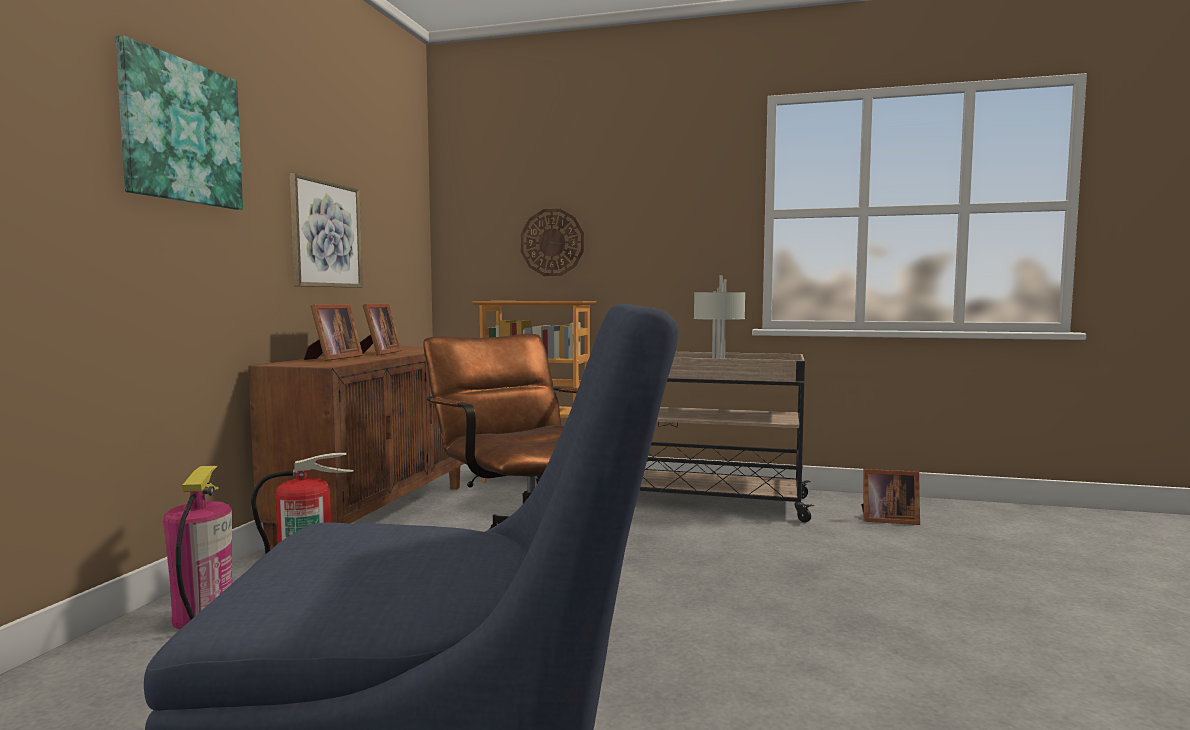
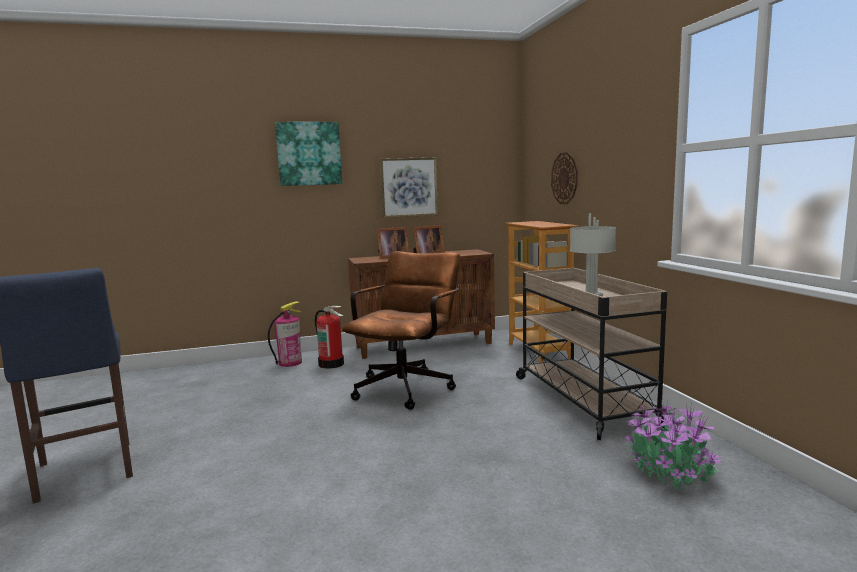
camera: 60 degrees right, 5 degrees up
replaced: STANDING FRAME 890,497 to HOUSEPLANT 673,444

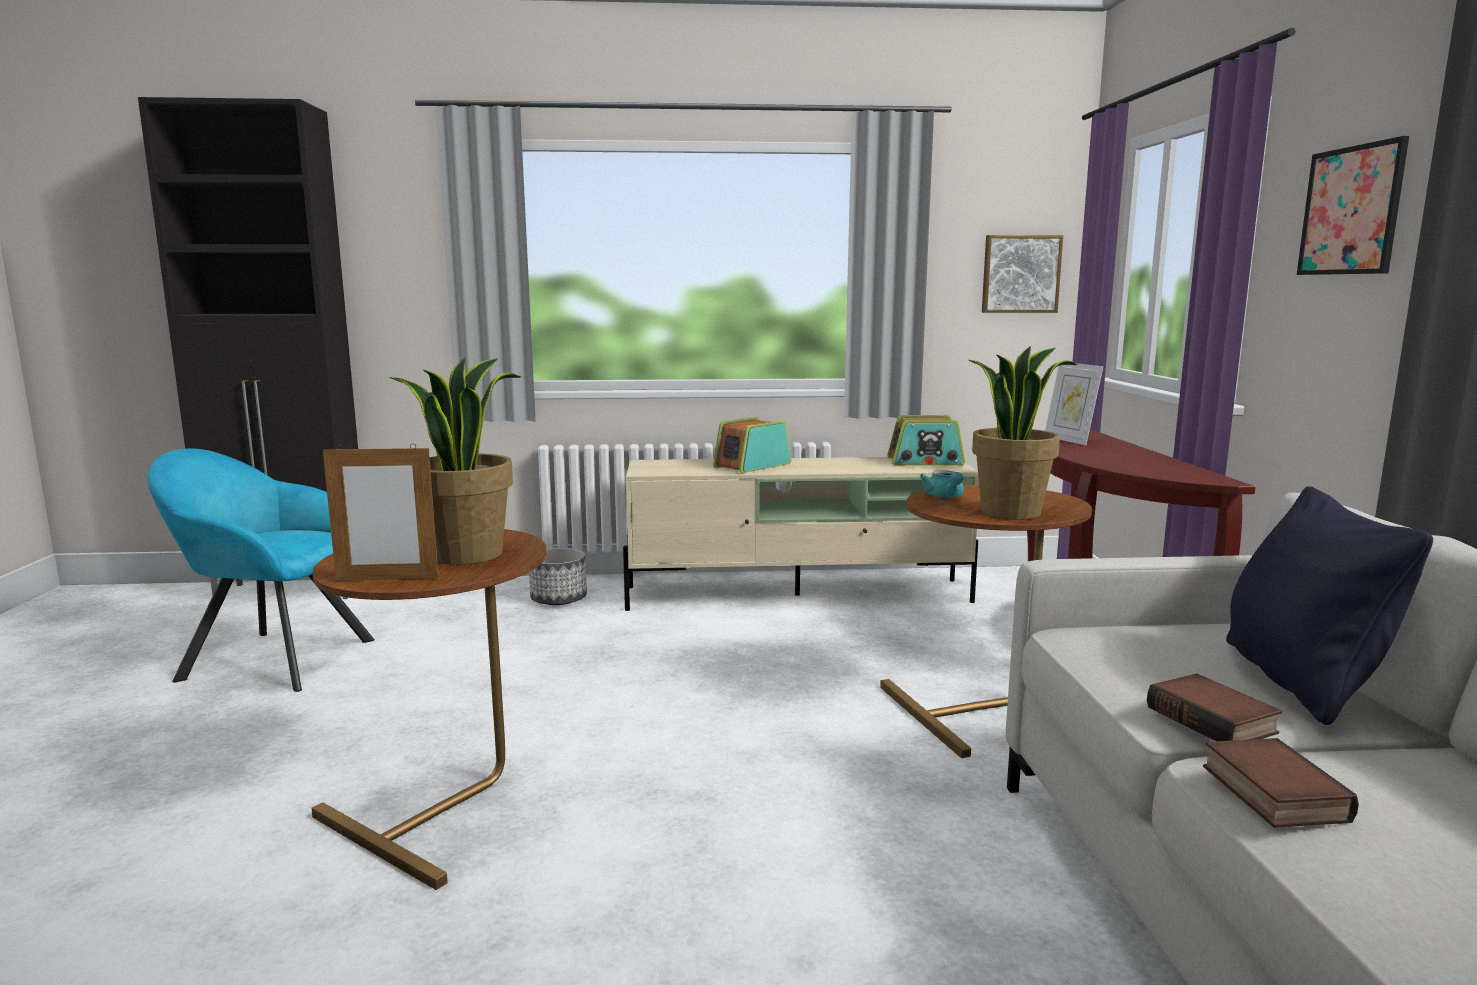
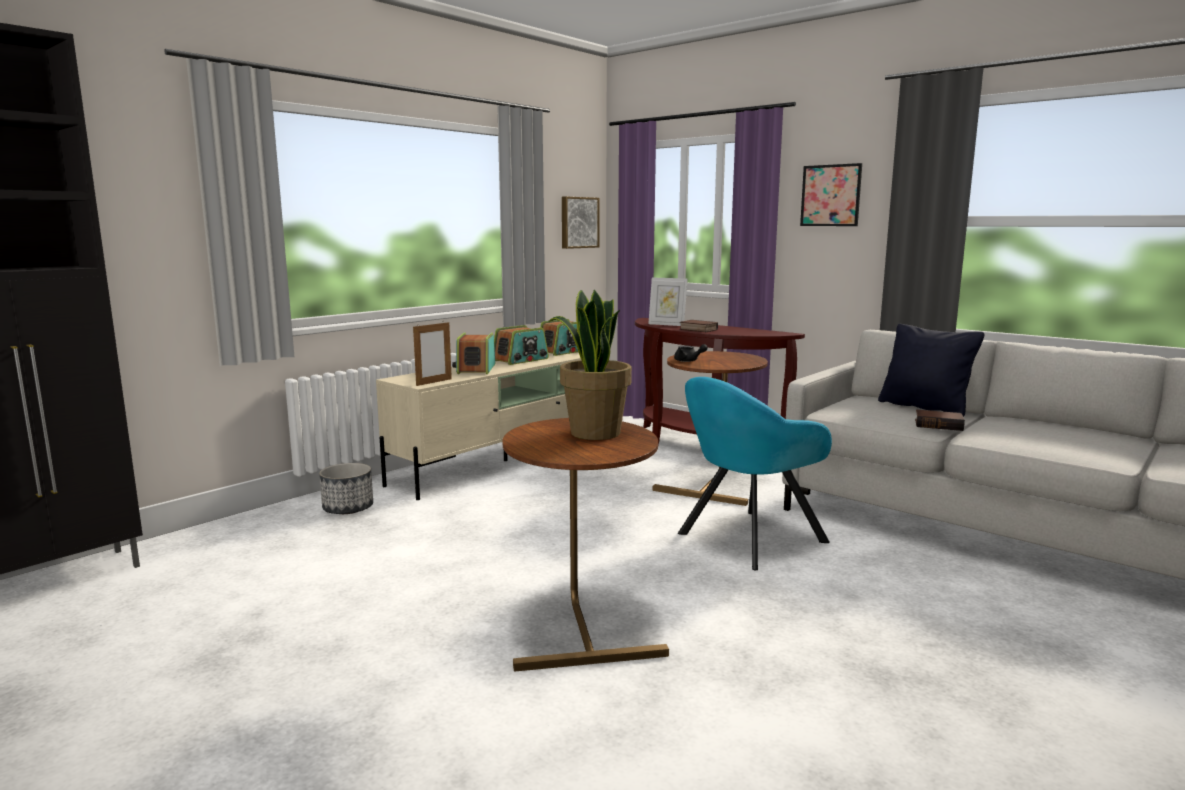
camera: 45 degrees left, 0 degrees up
removed: HOUSEPLANT 1023,432
added: RADIO RECEIVER 521,345
moved: STANDING FRAME 381,513 to 432,354; TURQUOISE-COLOURED LOUNGE CHAIR 261,570 to 755,474; BOUND BOOK 1281,783 to 699,326
recoloured: TURQUOISE-COLOURED TEA POT 942,484 to BLACK-COLOURED TEA POT 691,353

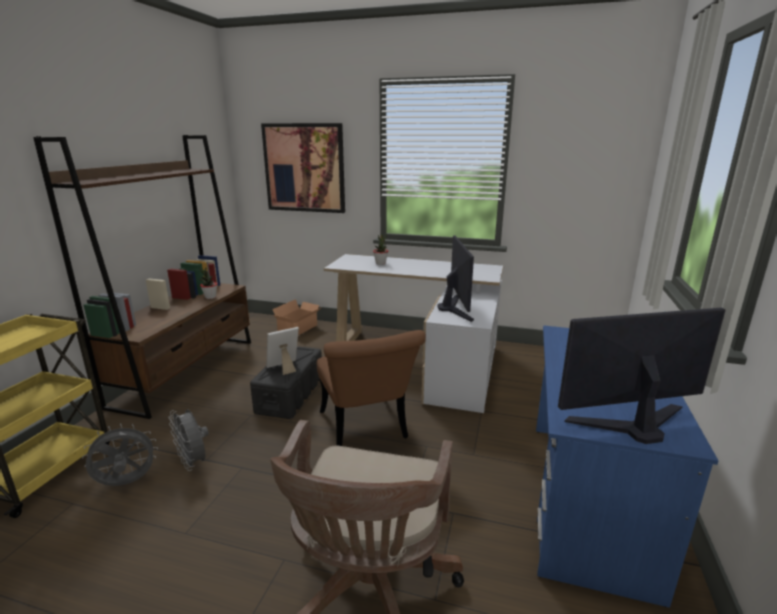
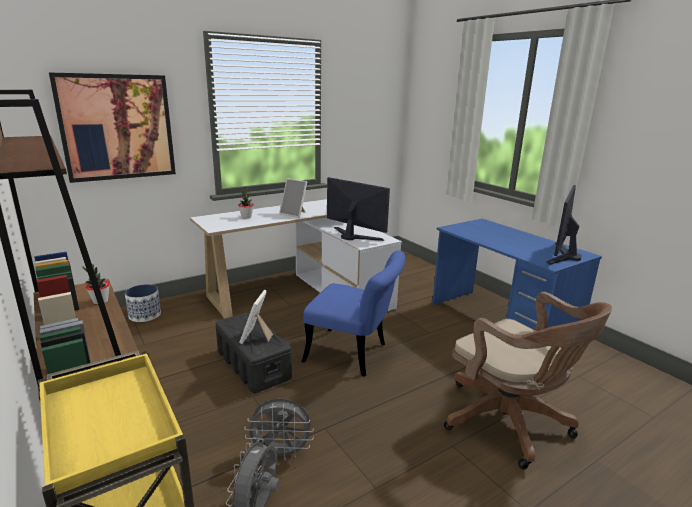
camera: 50 degrees left, 0 degrees up
added: STANDING FRAME 293,198
replaced: PACKING BOX 297,317 to PLANTER 143,303
recoloured: BROWNISH PLAIN CHAIR 371,388 to BLUISH PLAIN CHAIR 353,314

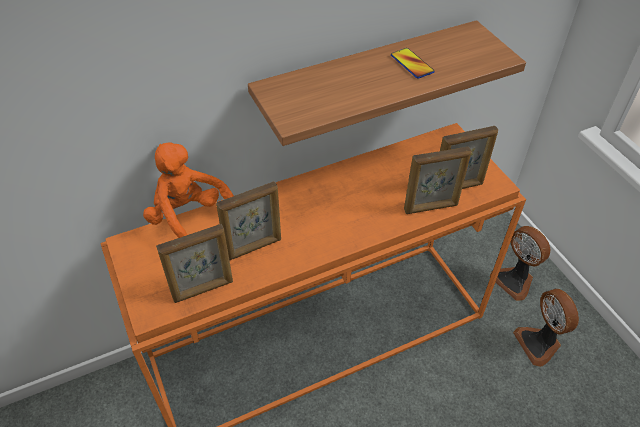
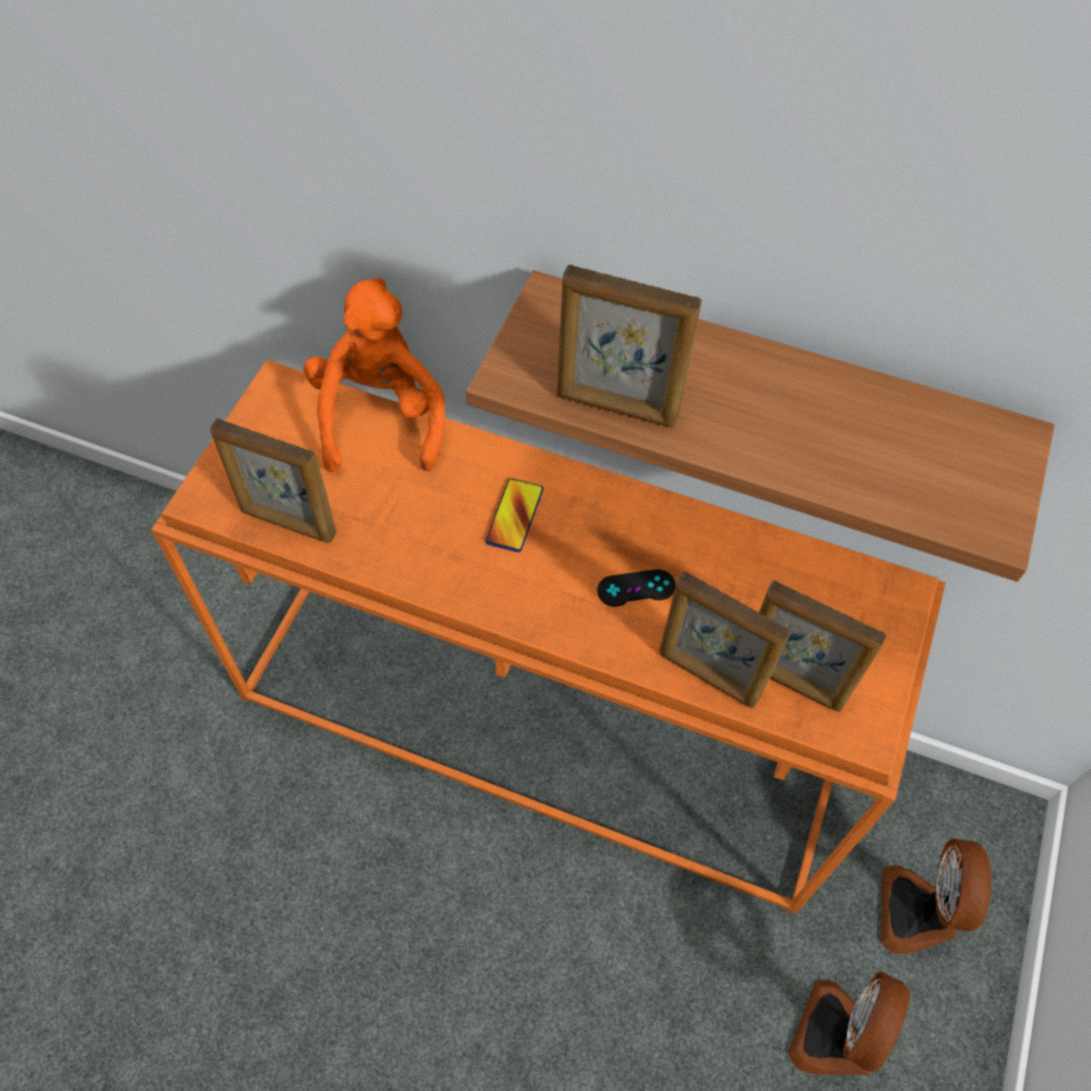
camera: 45 degrees right, 10 degrees up
added: BLACK-COLOURED GAMEPAD 636,588
moved: PHONE 413,63 to 514,515; STANDING FRAME 248,220 to 629,346

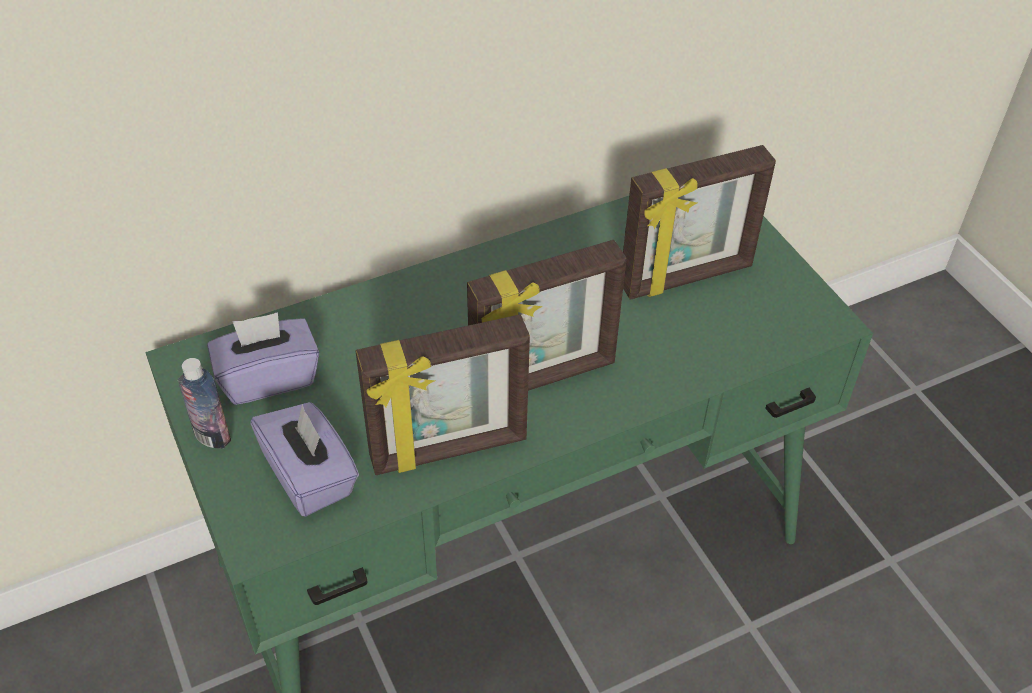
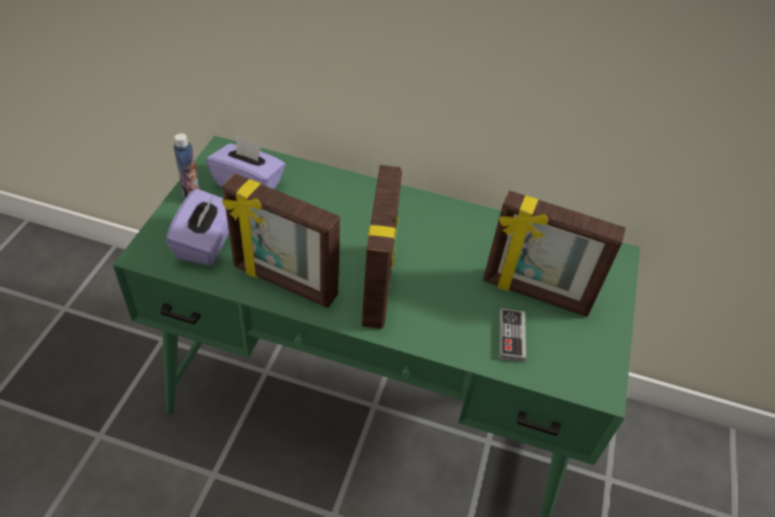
camera: 40 degrees right, 0 degrees up
added: GAMEPAD 512,335
turned: STANDING FRAME 547,315 = 381,247 105 degrees counterclockwise

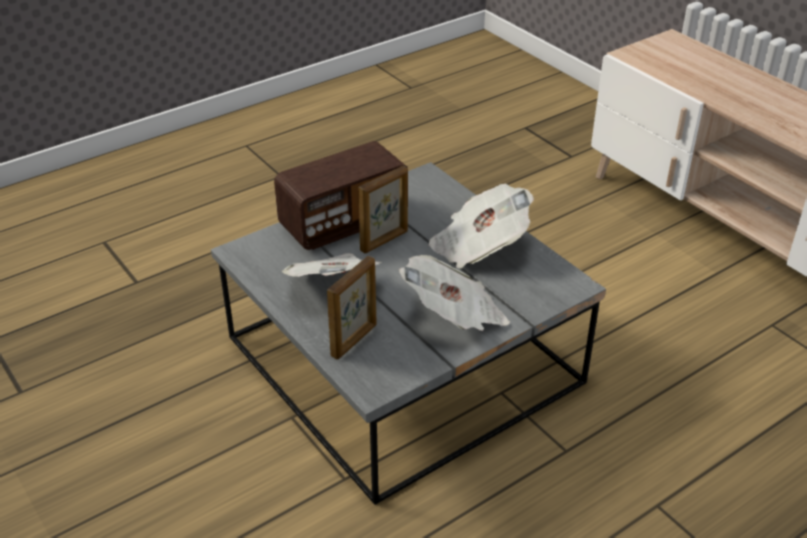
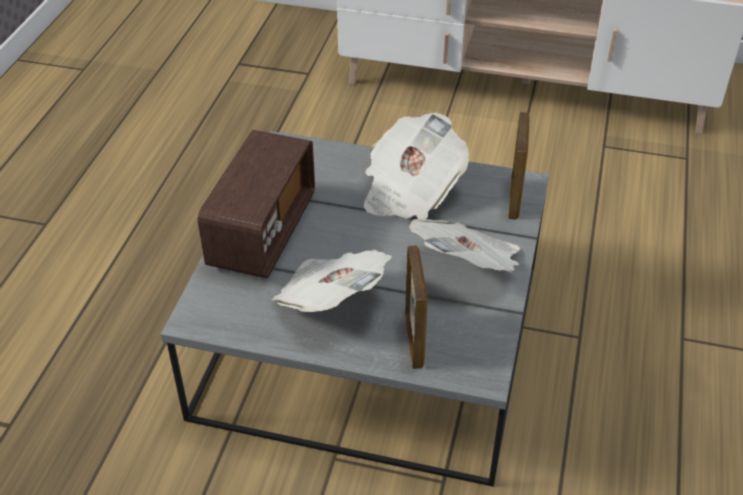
camera: 40 degrees left, 5 degrees up
moved: STANDING FRAME 383,210 to 519,166

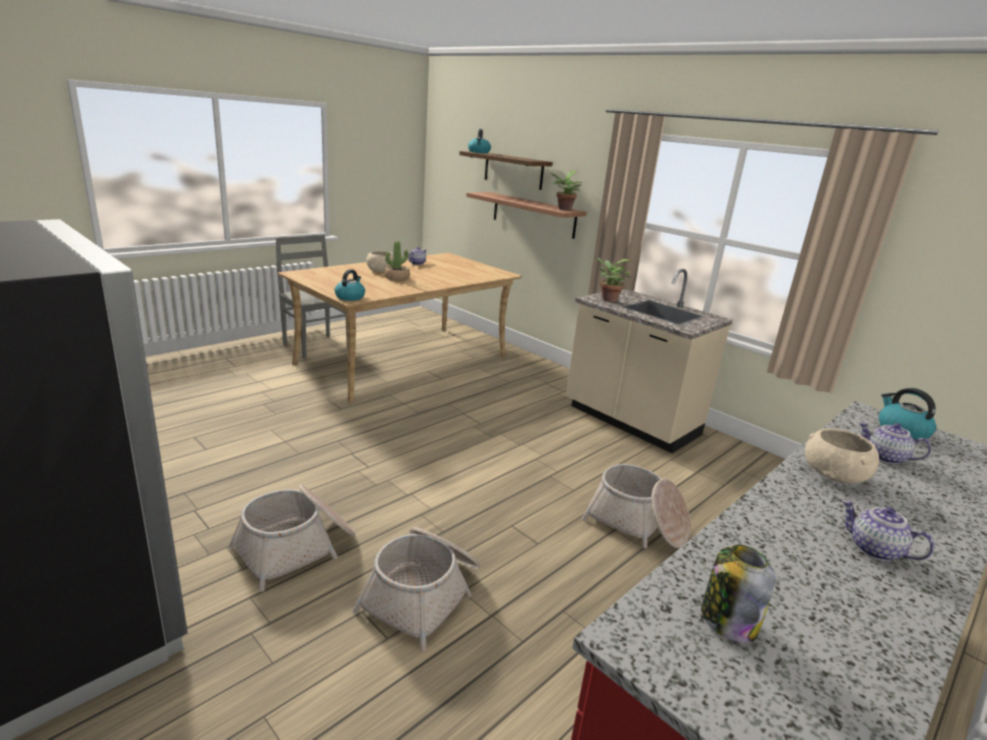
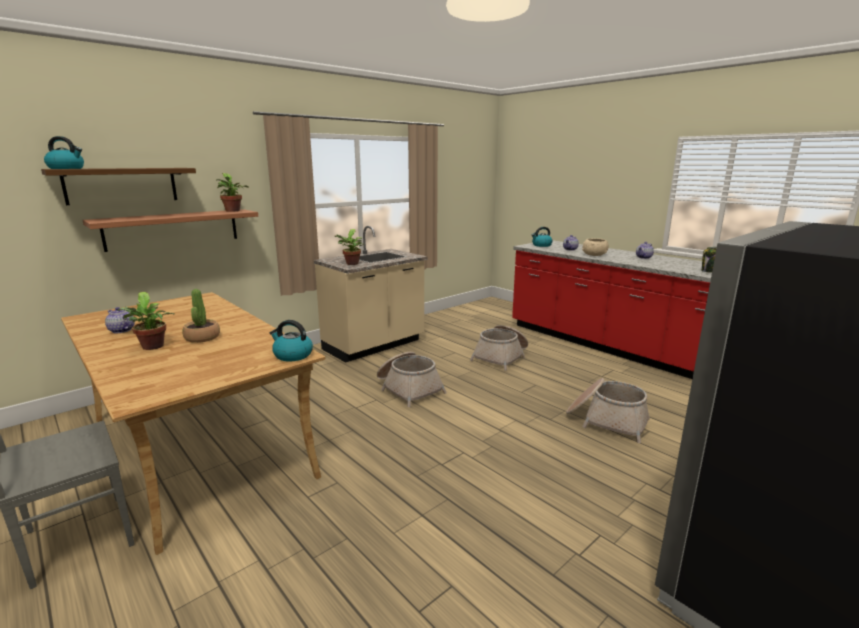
camera: 85 degrees left, 5 degrees down
moved: BASKET 292,538 to 412,379
replaced: BEIGE SERVING BOWL 379,261 to HOUSEPLANT 146,321

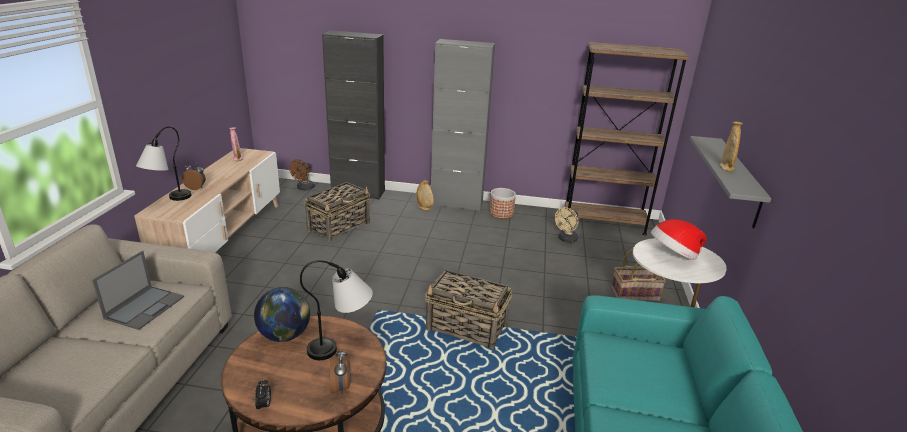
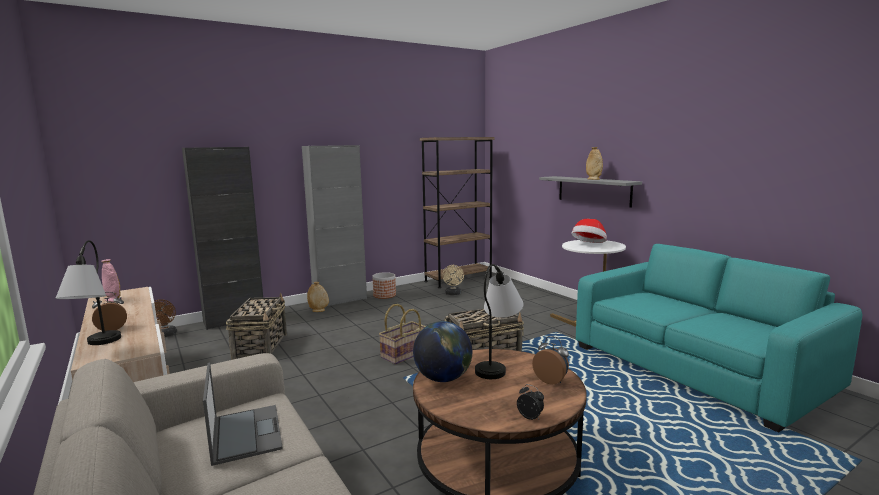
camera: 40 degrees left, 15 degrees down
moved: BASKET 638,275 to 402,334

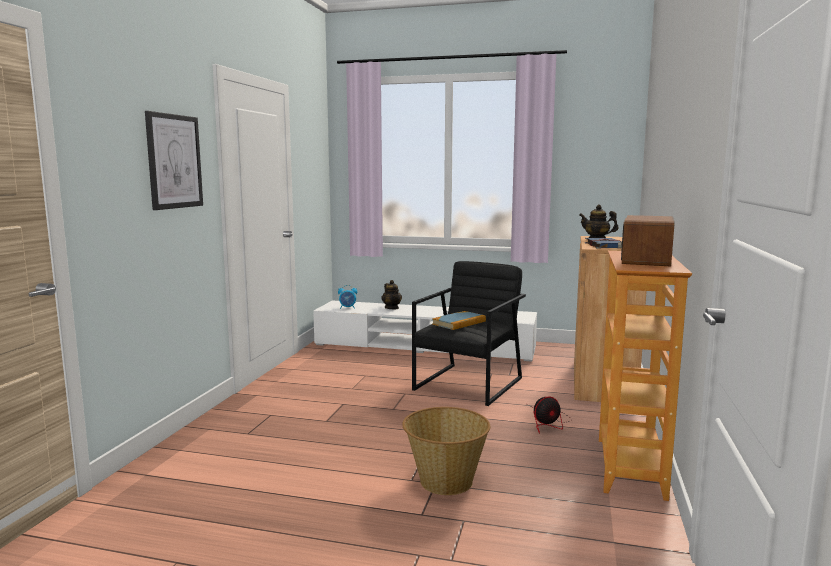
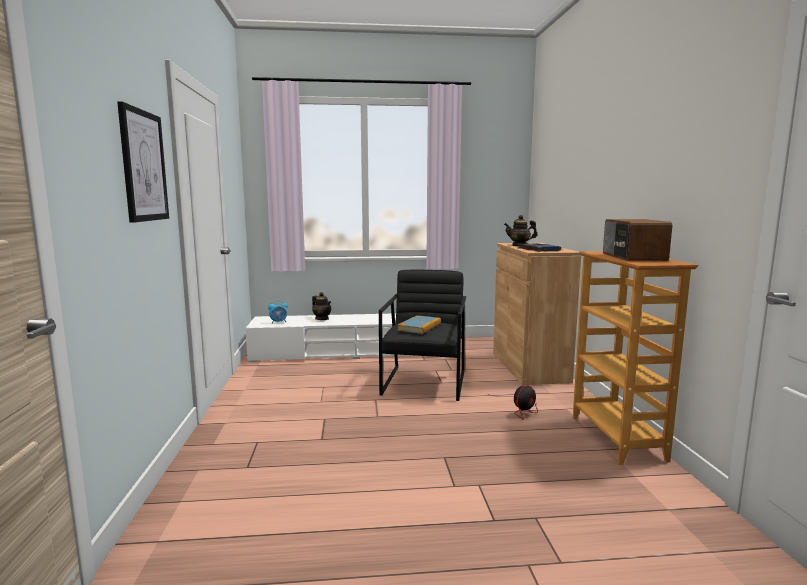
camera: 20 degrees left, 0 degrees up
removed: BASKET 446,451

